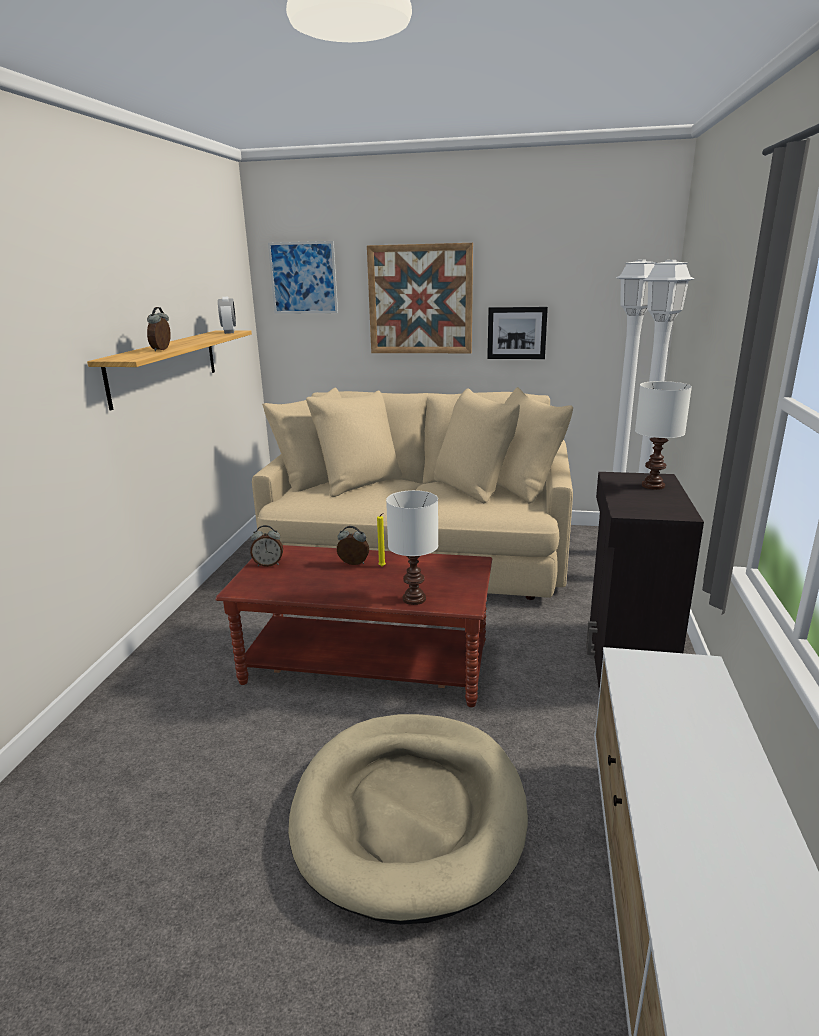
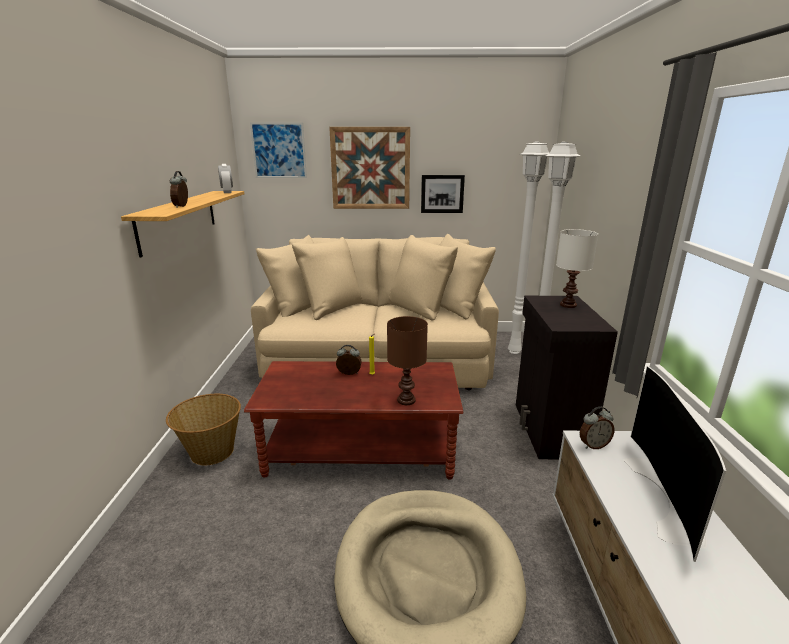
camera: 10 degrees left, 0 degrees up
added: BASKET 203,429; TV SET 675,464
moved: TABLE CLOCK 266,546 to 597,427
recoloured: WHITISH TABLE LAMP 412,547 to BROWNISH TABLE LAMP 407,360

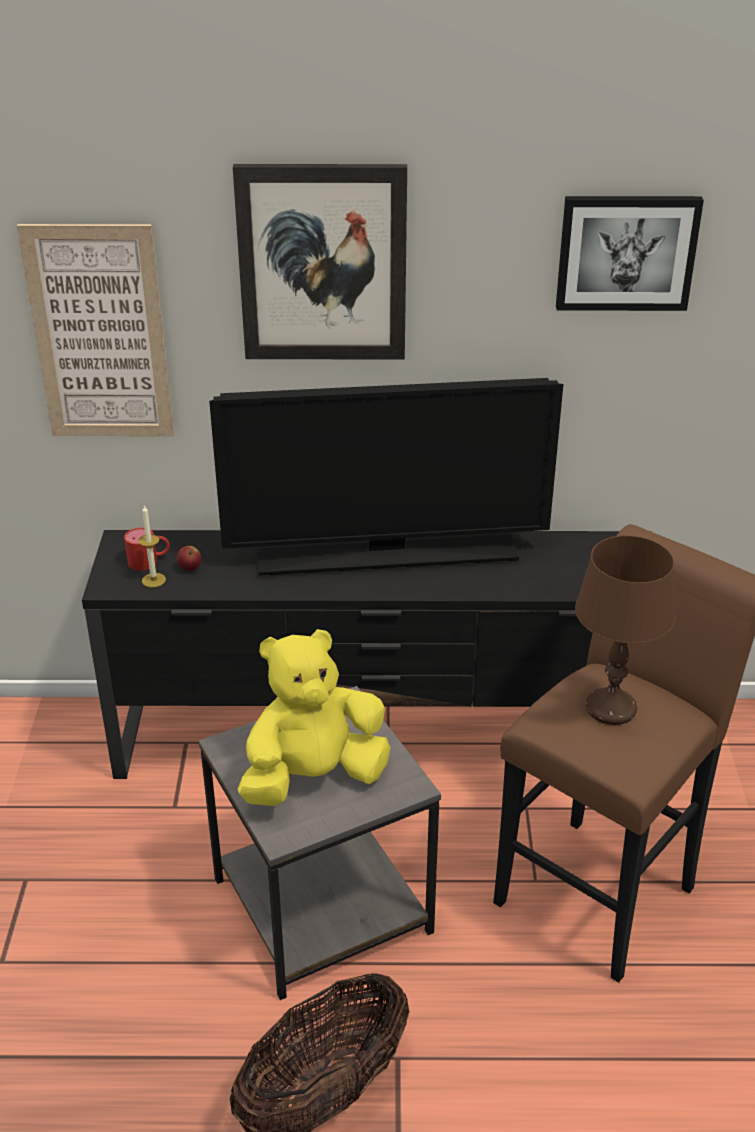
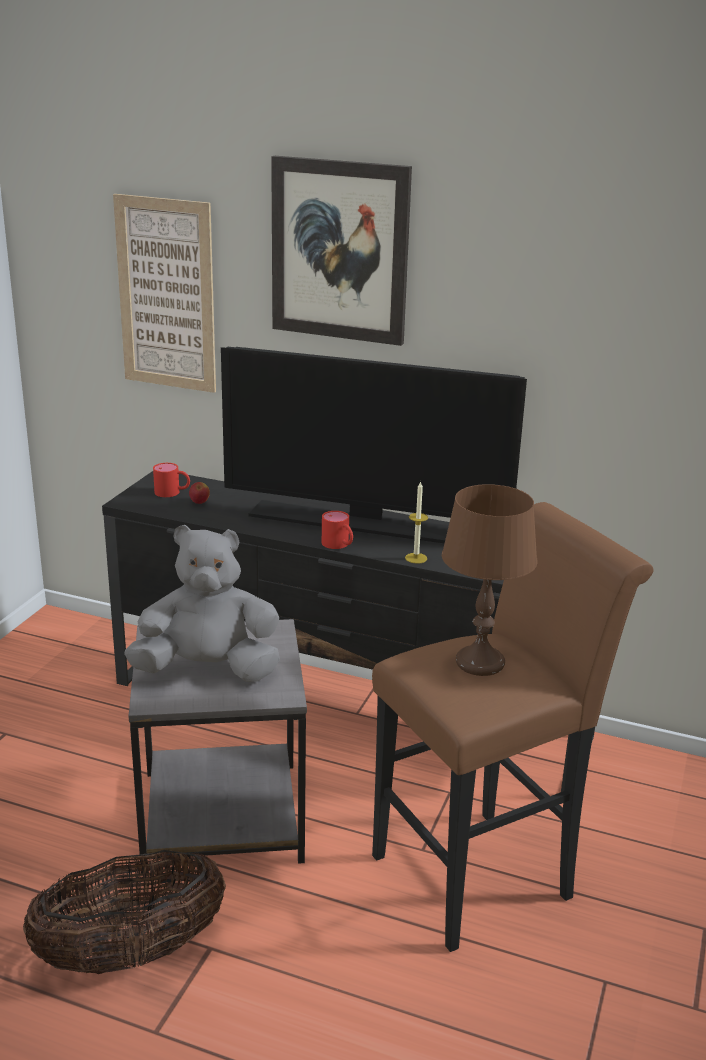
camera: 20 degrees right, 10 degrees down
removed: WALL ART 630,253
added: RED MUG 337,530
moved: WAX CANDLE 152,546 to 416,522
recoloured: YELLOWISH SOFT TOY 314,717 to GRAY SOFT TOY 202,603

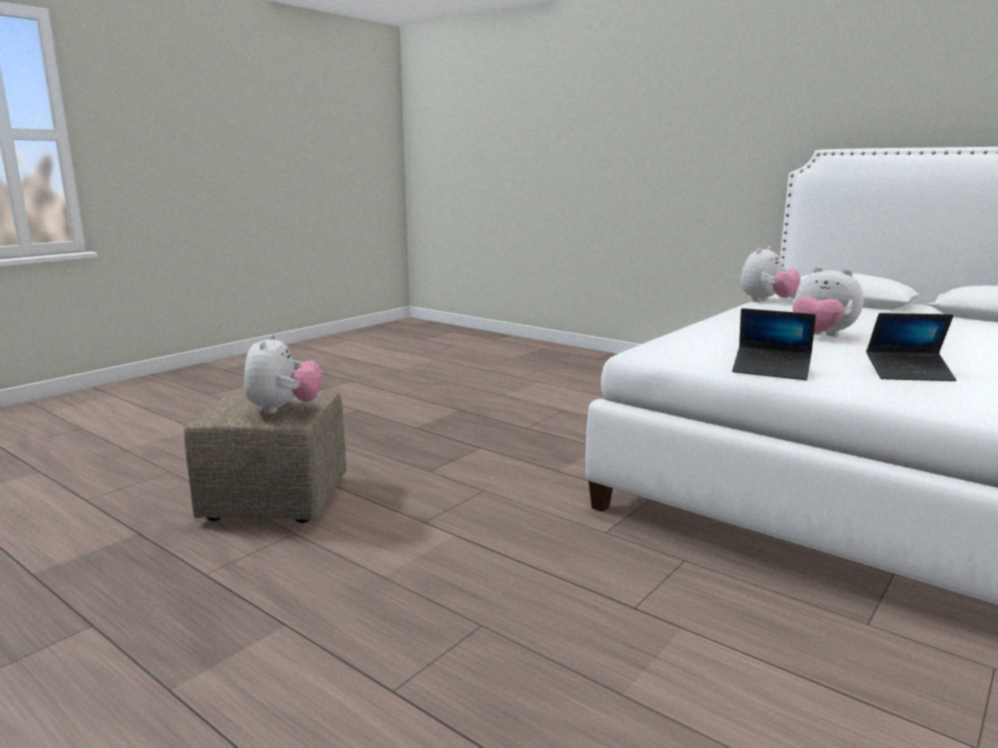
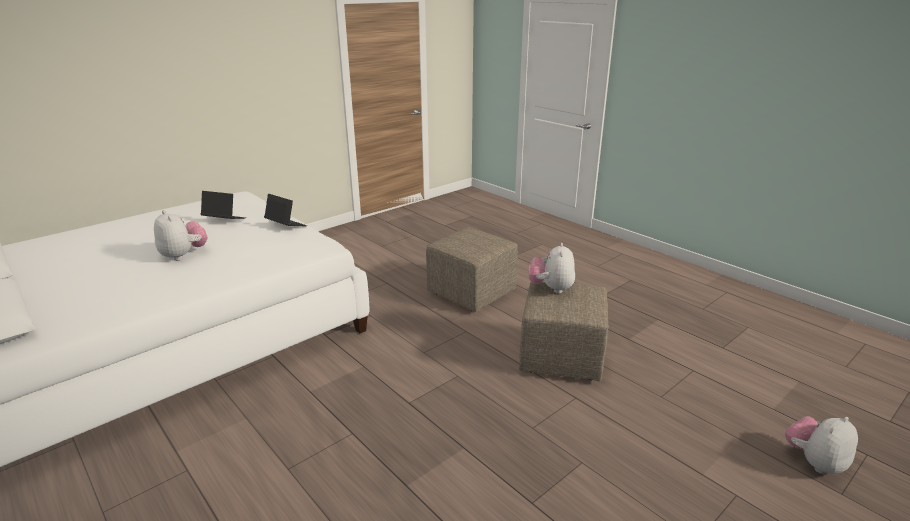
camera: 170 degrees left, 10 degrees up
added: BEIGE OTTOMAN 472,269
moved: SOFT TOY 770,274 to 821,445

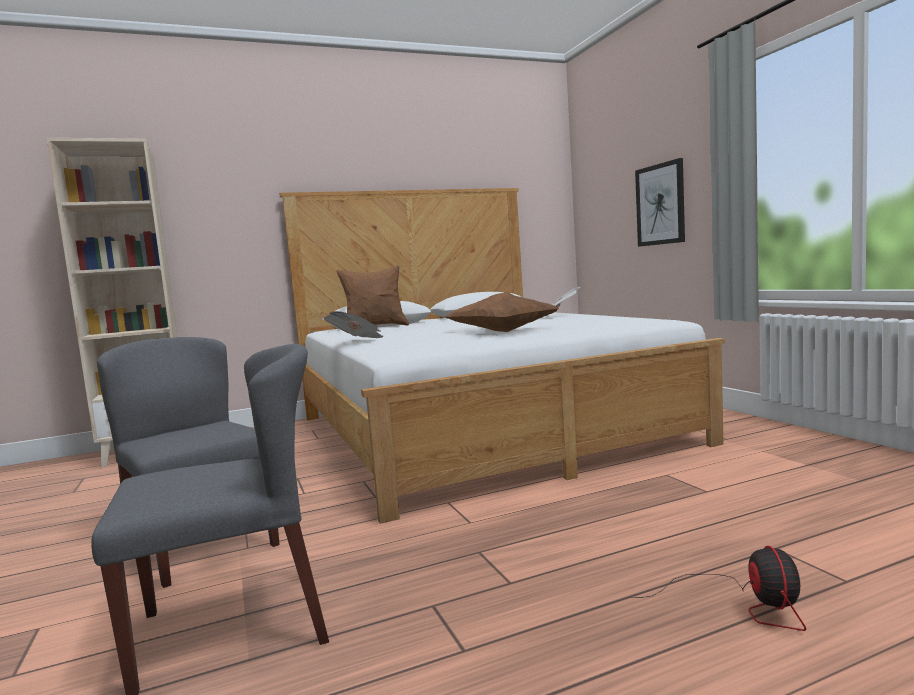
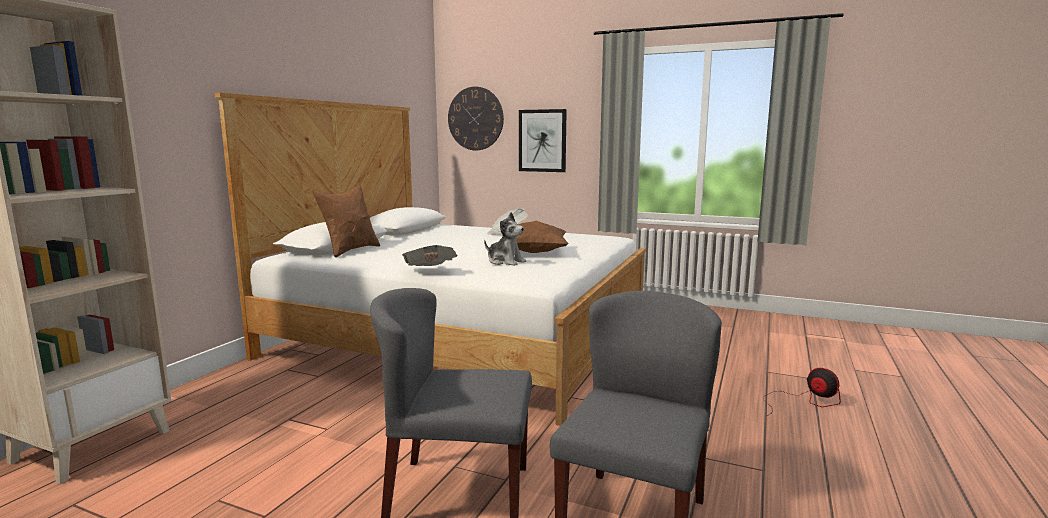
camera: 45 degrees left, 5 degrees up
added: CLOCK ON THE WALL 476,118; SOFT TOY 505,239

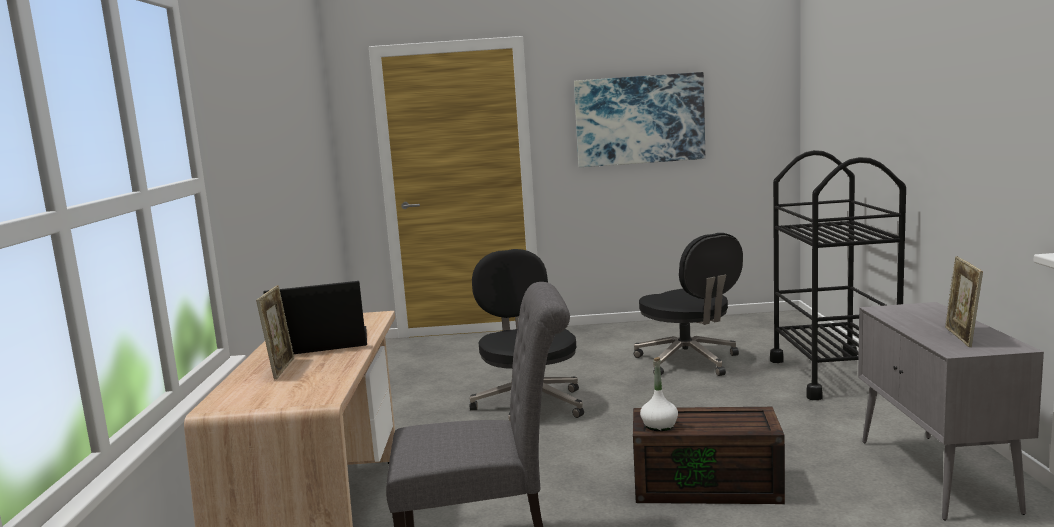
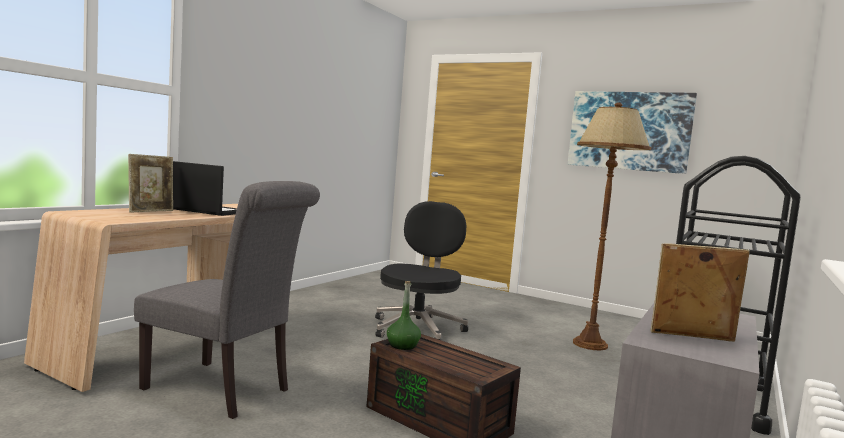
camera: 30 degrees right, 5 degrees down
replaced: BLACK-COLOURED COMPUTER CHAIR 688,304 to BROWNISH STANDARD LAMP 612,226
recoloured: WHITISH BOTTLE 659,394 to GREEN BOTTLE 404,315
turned: STANDING FRAME 964,301 = 700,292 60 degrees clockwise

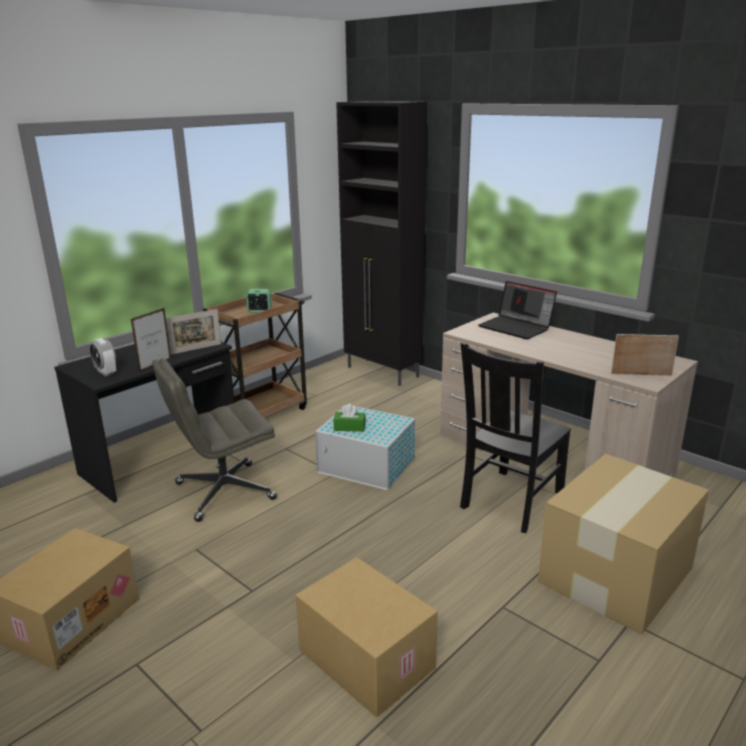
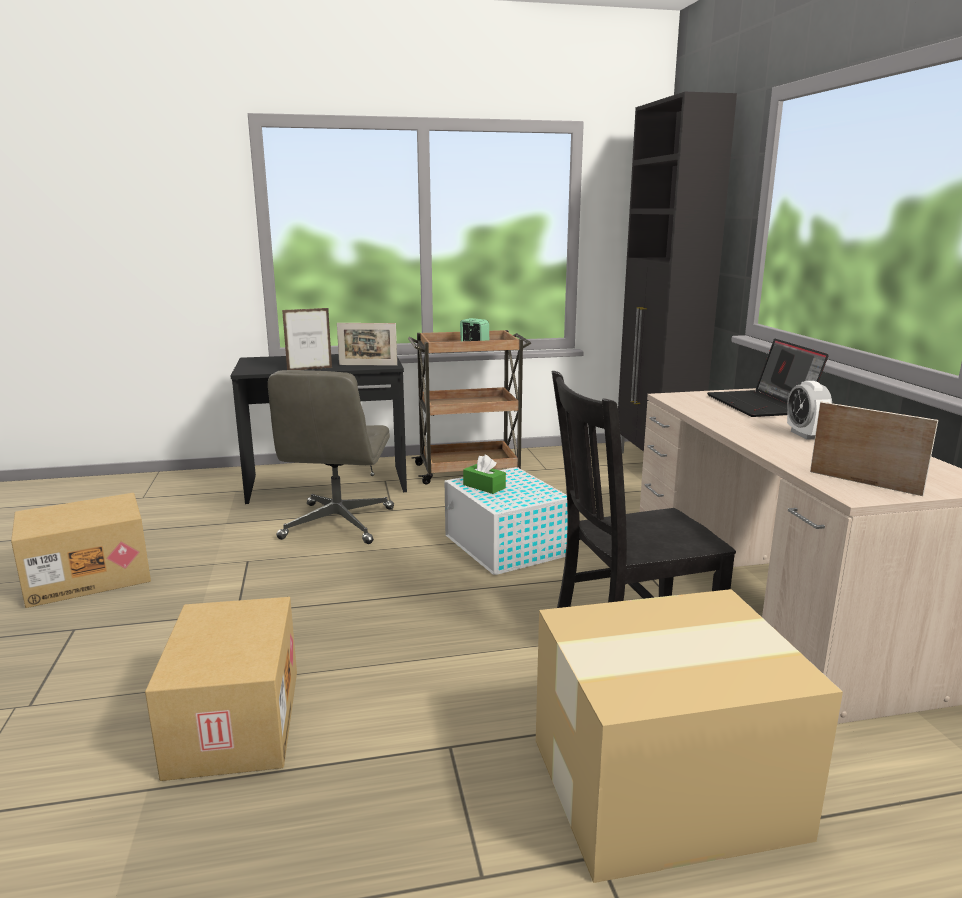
camera: 35 degrees right, 5 degrees down
moved: TABLE CLOCK 102,357 to 809,410
turned: GRAY COMPUTER CHAIR 214,440 = 331,457 90 degrees counterclockwise

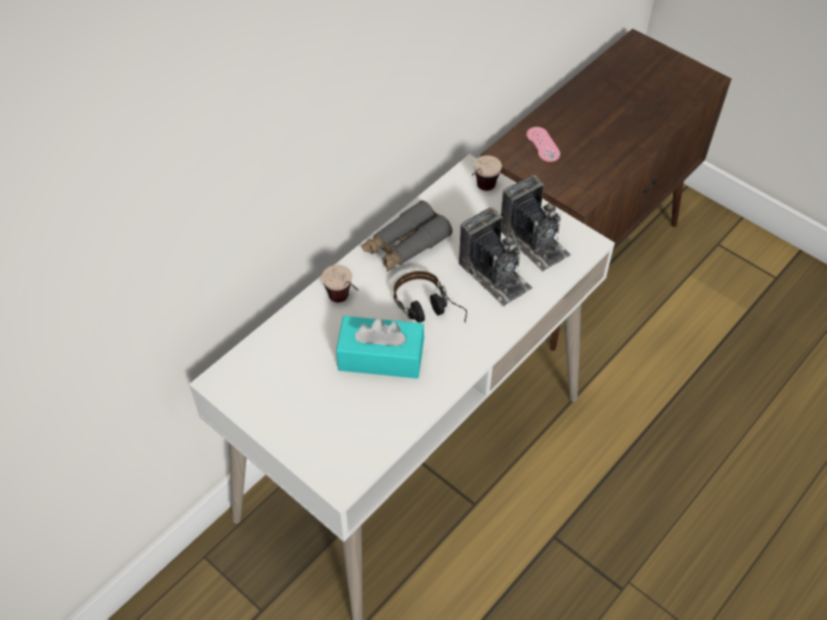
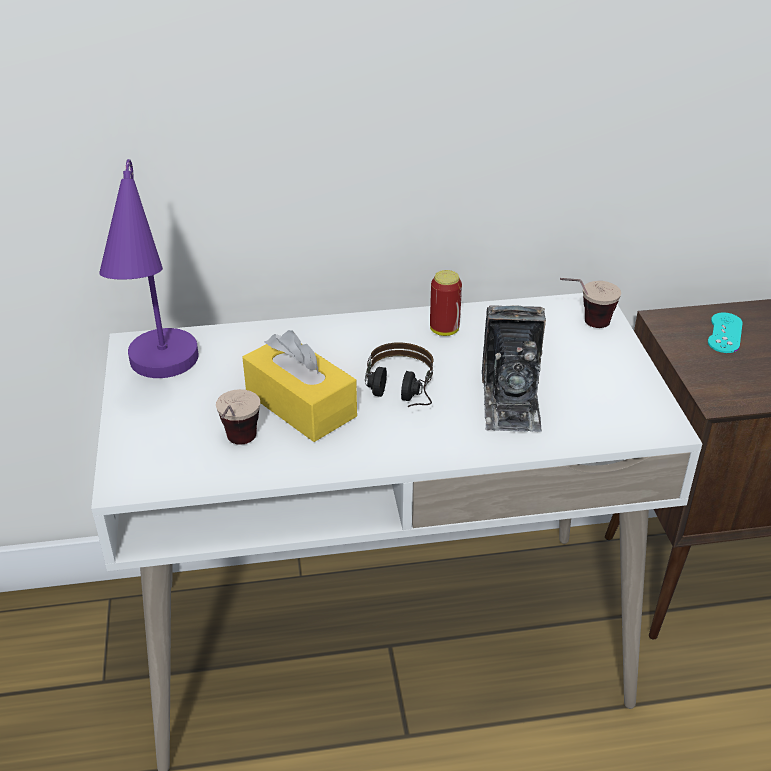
camera: 40 degrees right, 15 degrees down
removed: PHOTO CAMERA 536,223
added: PURPLISH TABLE LAMP 148,268
moved: CUP 340,283 to 238,417
replaced: GRAY FIELD GLASSES 407,236 to SEALED CAN 446,303
recoloured: TURQUOISE-COLOURED BOX OF TISSUES 380,347 to YELLOWISH BOX OF TISSUES 299,386; PINK-COLOURED GAMEPAD 543,144 to TURQUOISE-COLOURED GAMEPAD 725,332

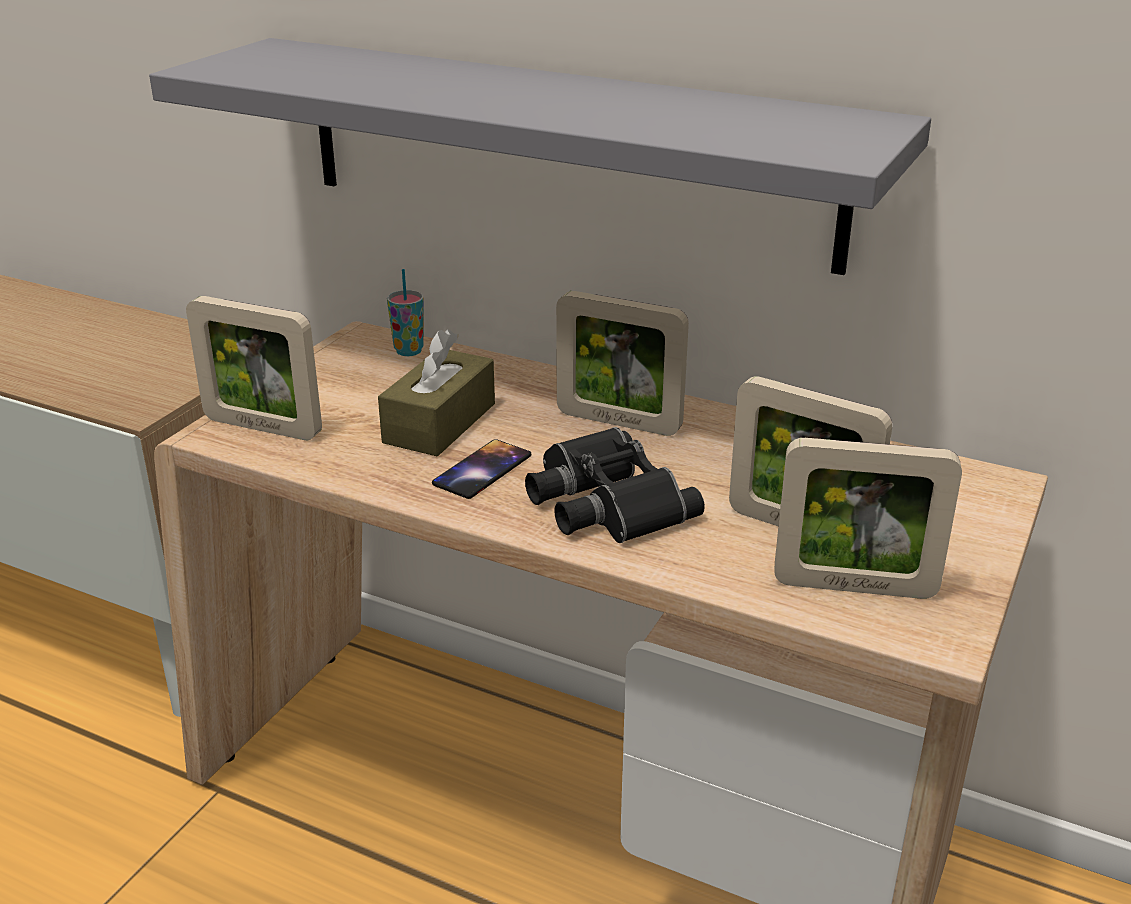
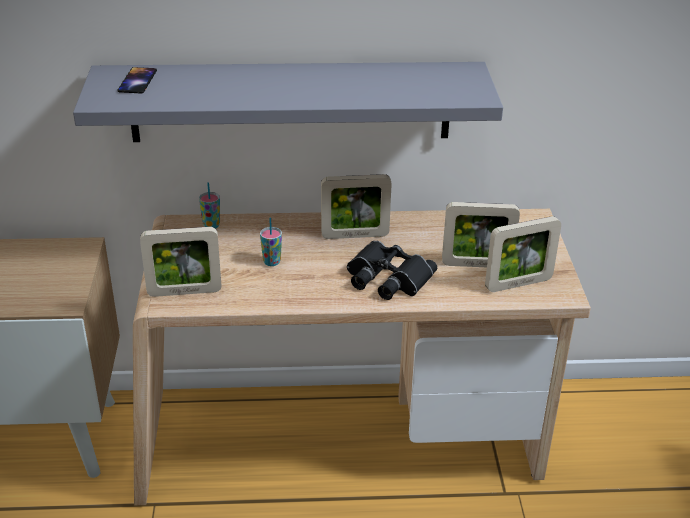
camera: 30 degrees left, 5 degrees up
moved: PHONE 481,469 to 137,80
replaced: BROWNISH BOX OF TISSUES 436,393 to CUP 271,241

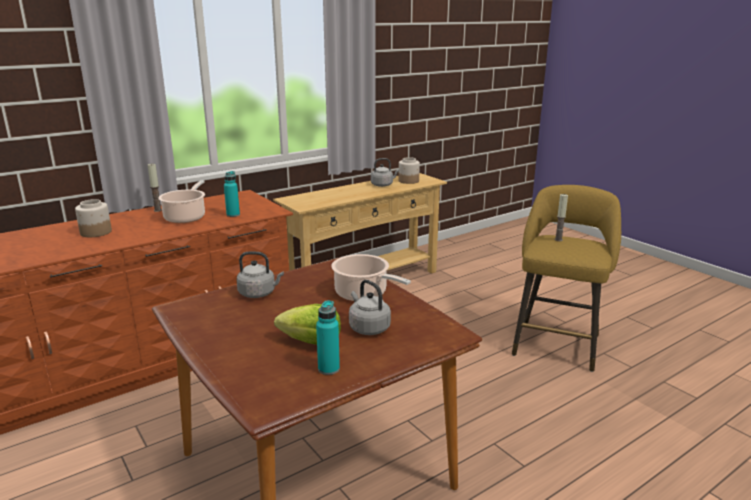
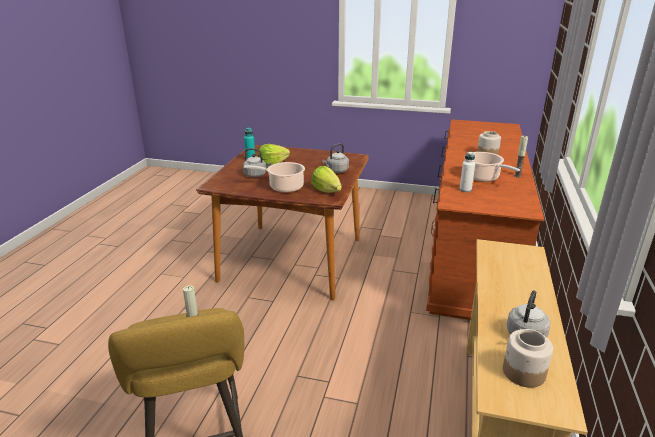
camera: 140 degrees right, 5 degrees up
added: LETTUCE HEAD 326,179
recoloured: TURQUOISE-COLOURED BOTTLE 232,194 to WHITISH BOTTLE 467,171

